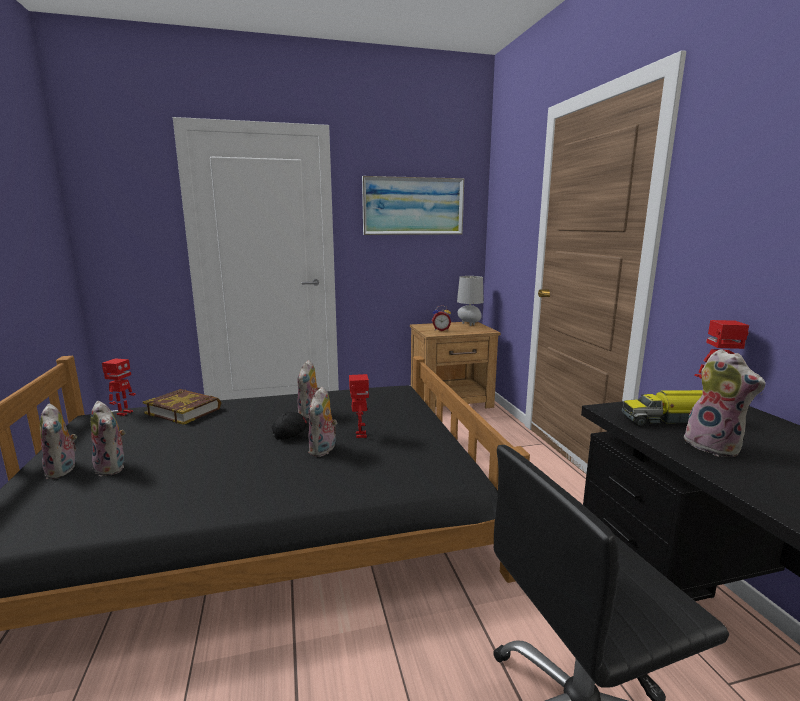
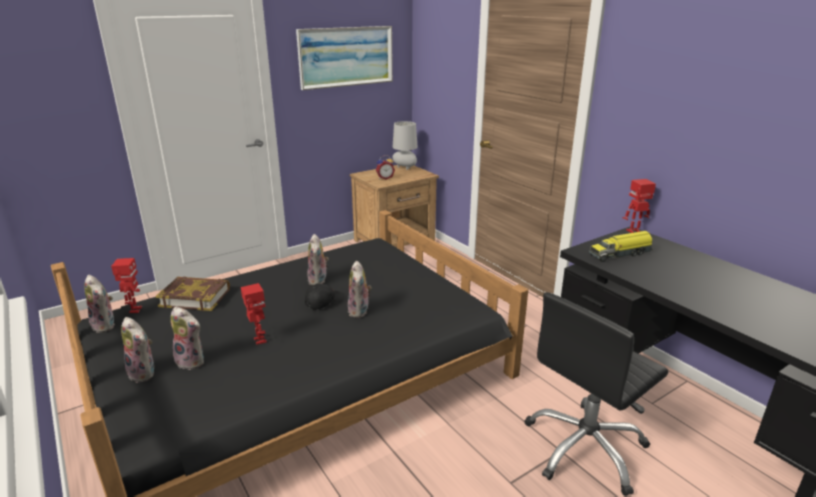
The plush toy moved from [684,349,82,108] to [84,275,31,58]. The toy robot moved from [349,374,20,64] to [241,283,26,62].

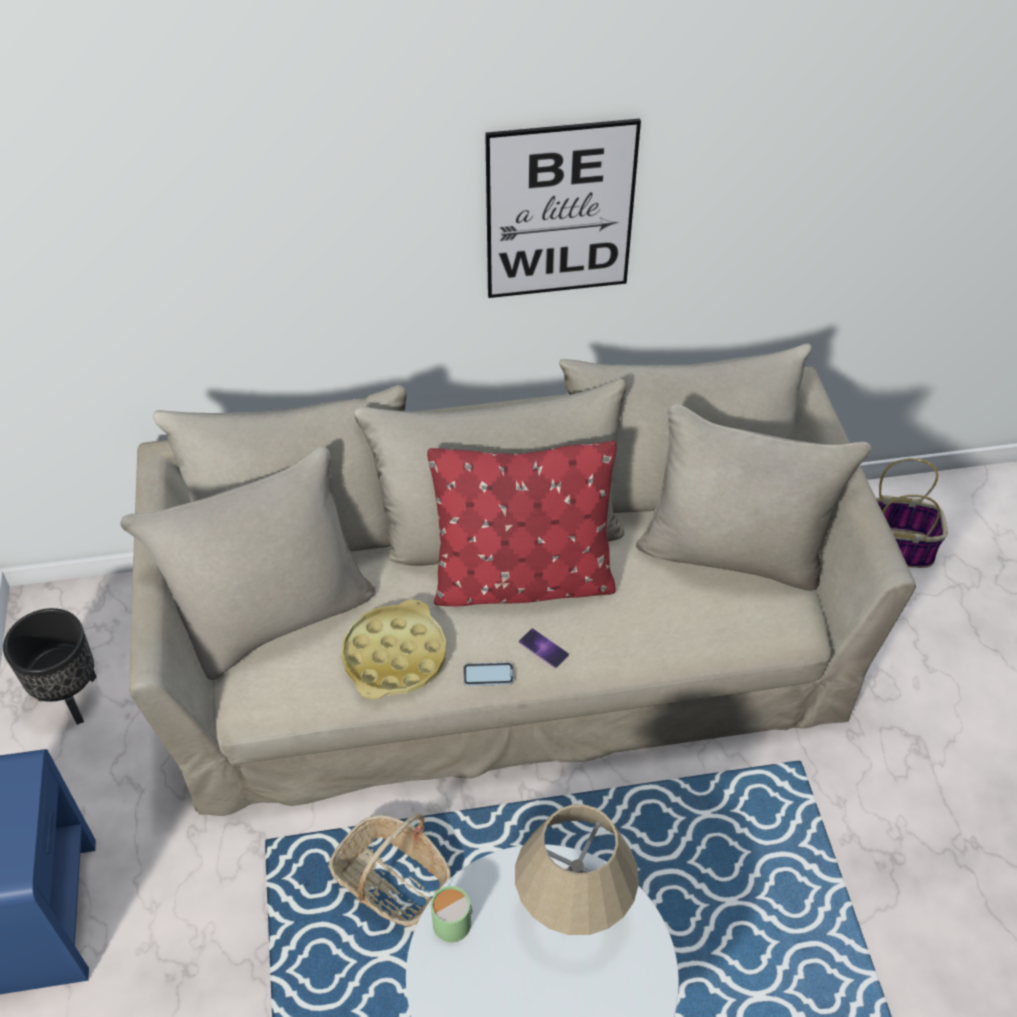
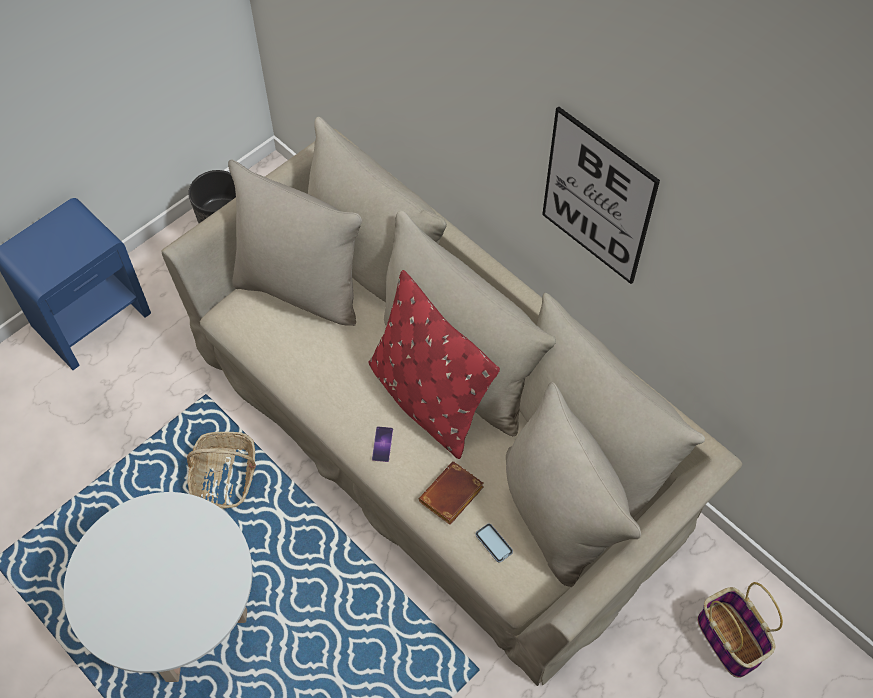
The brown book at [419,461,65,64] appeared. The phone moved from [463,662,51,24] to [475,523,38,40]. The yellow tray at [341,599,105,101] disappeared. The green mug at [431,886,41,56] disappeared. The beige table lamp at [515,805,124,130] disappeared.

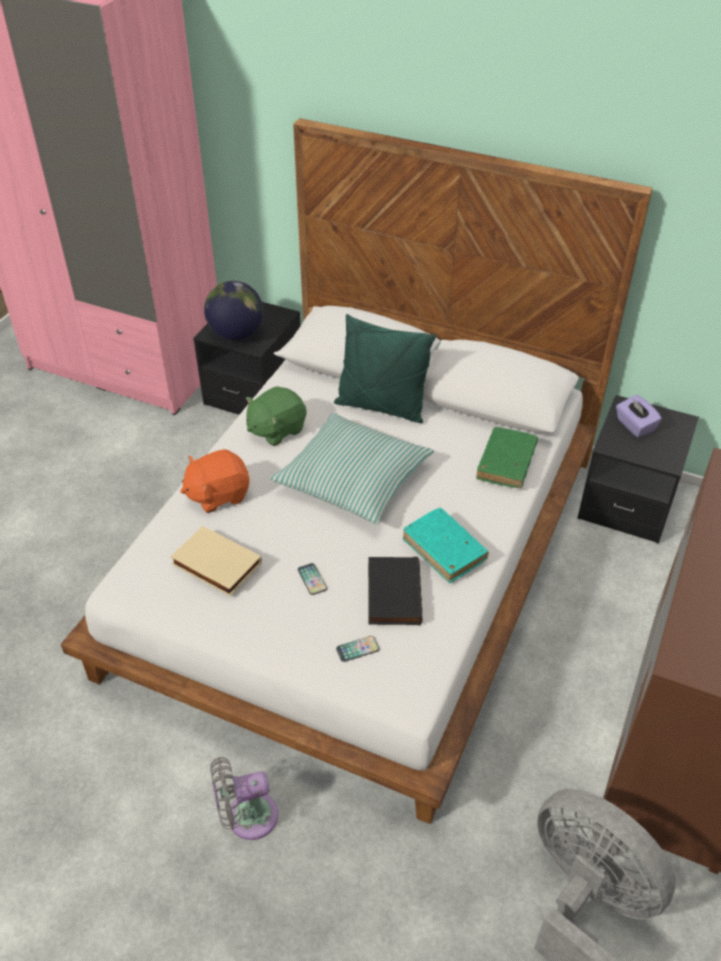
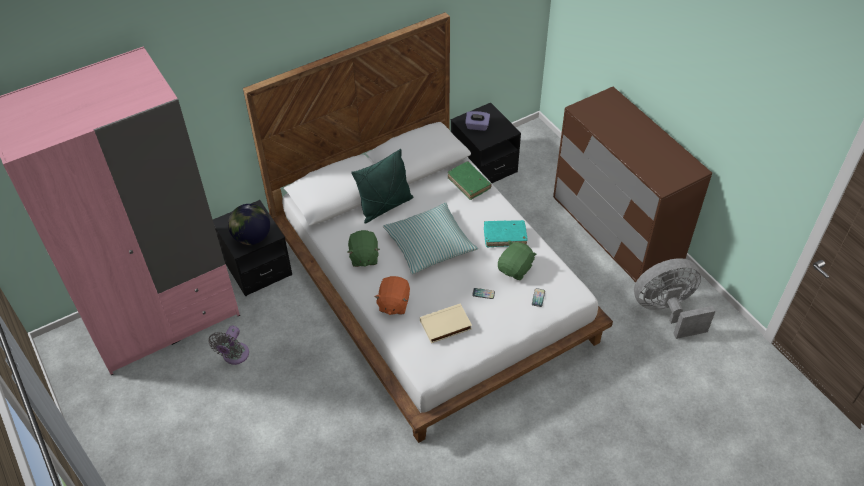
The grey fan moved from [210,757,68,83] to [208,326,41,39]. The black book at [368,557,54,68] was replaced by the green plush toy at [498,240,39,40].

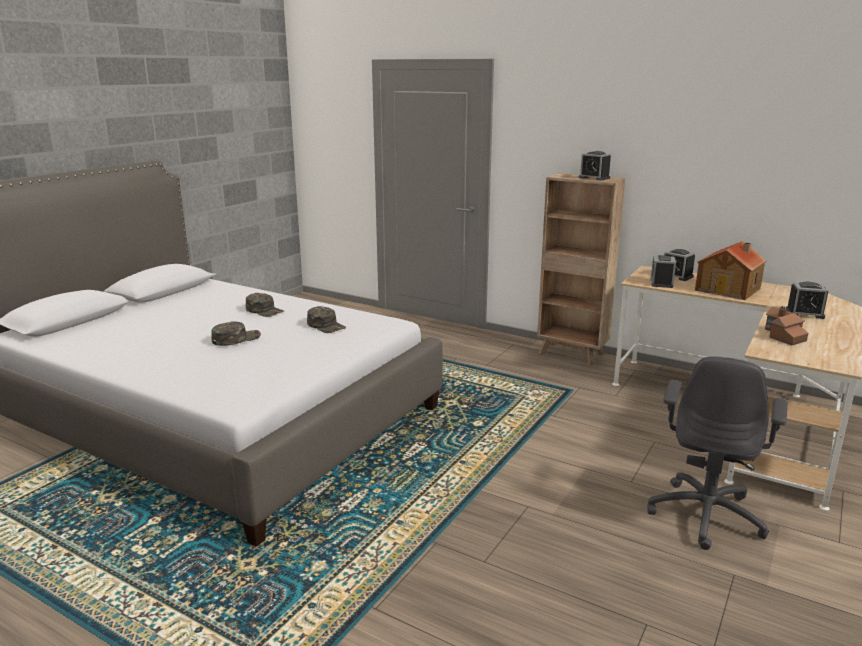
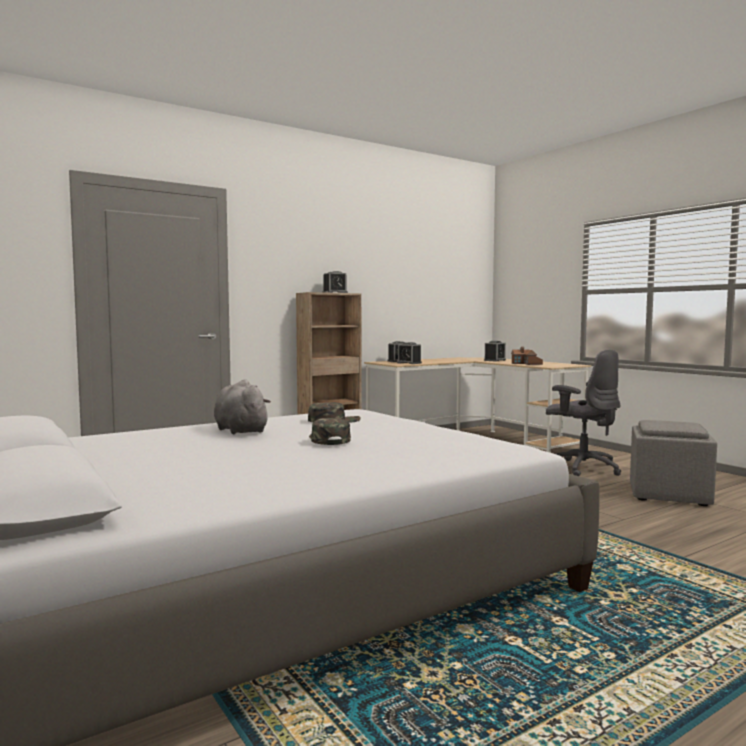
The green cap at [246,293,38,24] was replaced by the grey plush toy at [214,379,57,55]. The grey ottoman at [630,420,87,86] appeared. The toy house at [695,241,72,59] disappeared.

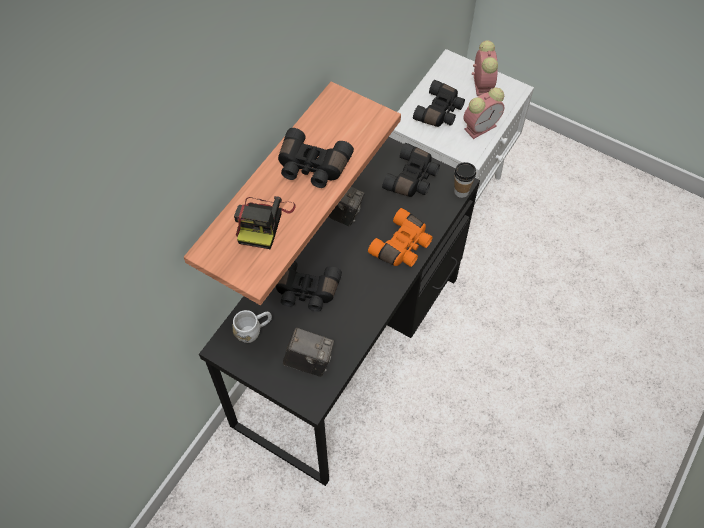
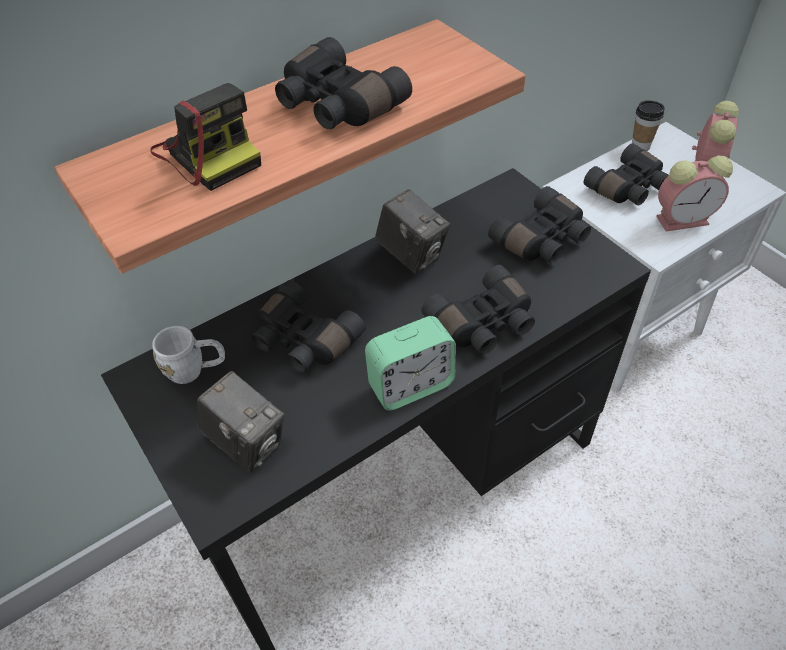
The photo camera at [234,196,62,53] turned 75 degrees counterclockwise. The alarm clock at [365,316,91,95] appeared. The orange binoculars at [368,208,65,59] became the black binoculars at [422,265,113,90]. The cup moved from [454,162,22,36] to [632,100,33,51].

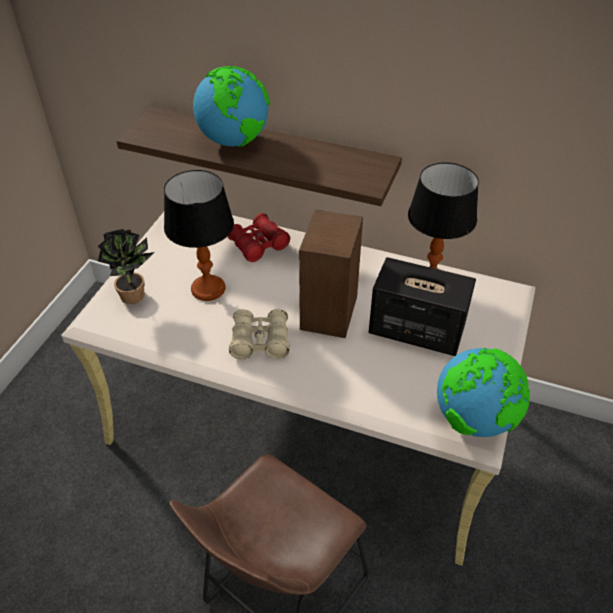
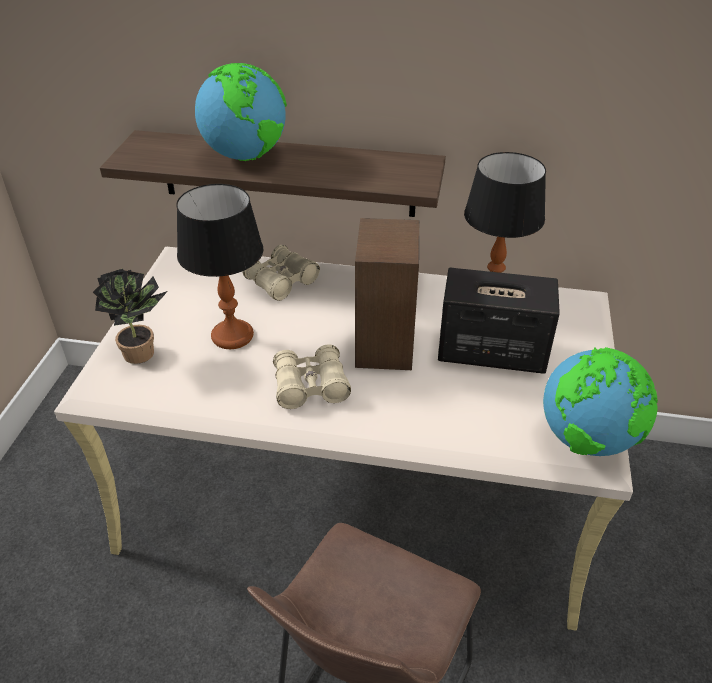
The red binoculars at [227,213,63,49] became the beige binoculars at [243,245,77,56].

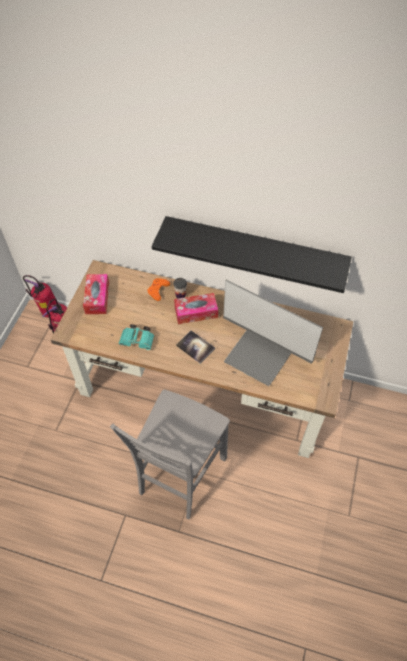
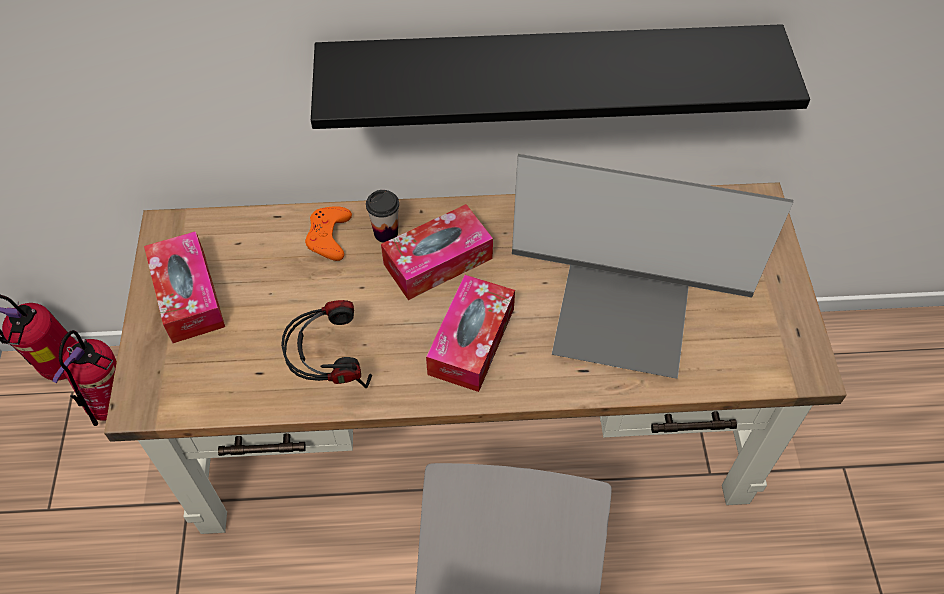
The turquoise binoculars at [119,324,35,26] was replaced by the headphones at [281,300,91,88]. The book at [176,330,39,34] was replaced by the tissue box at [426,275,89,117].

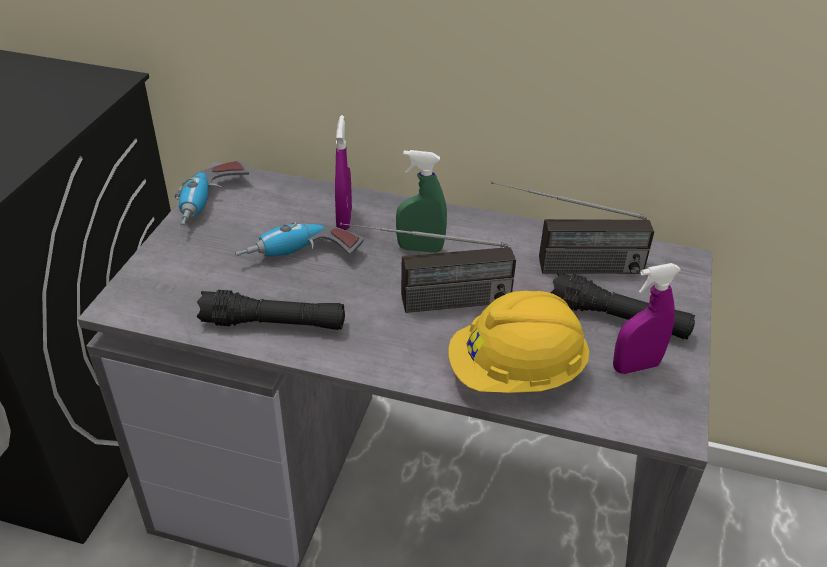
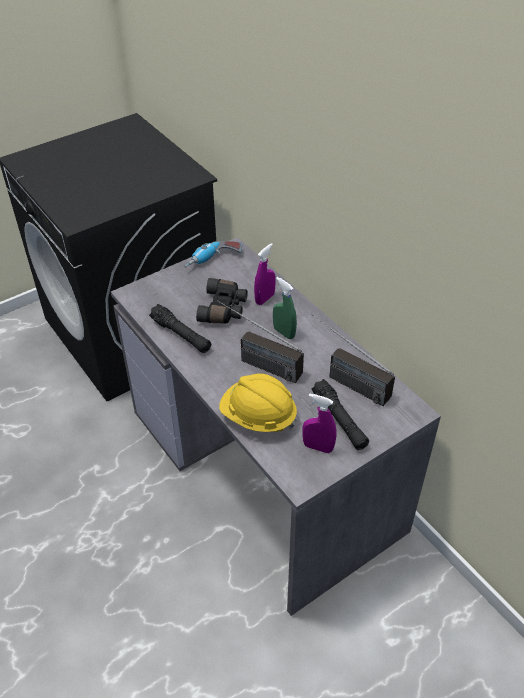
The power drill at [235,222,129,35] was replaced by the black binoculars at [196,278,52,46].

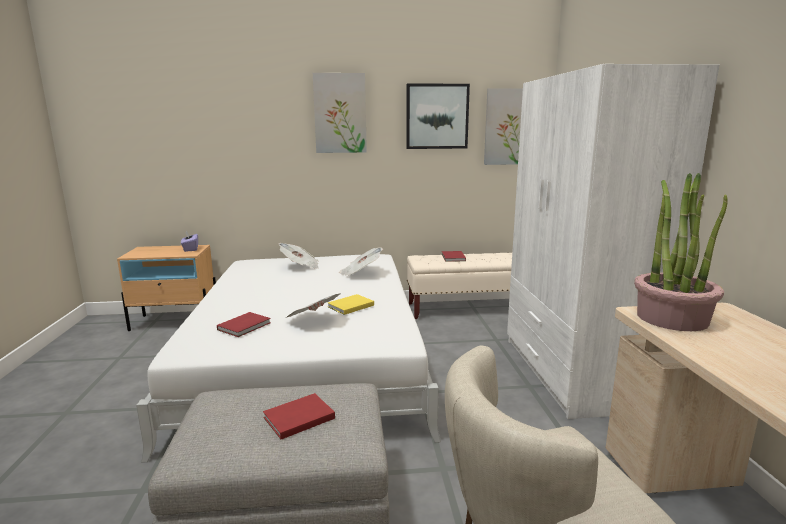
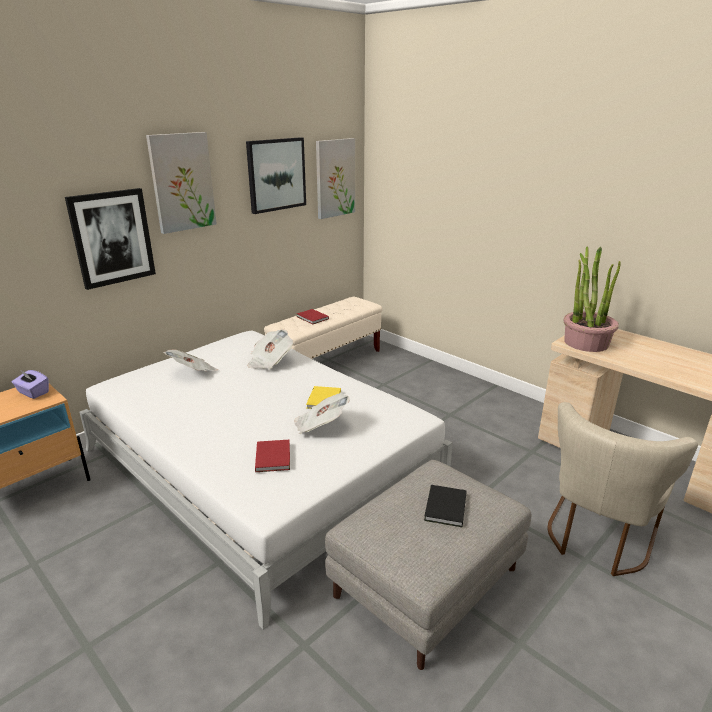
The picture at [65,188,91,102] appeared. The red book at [263,393,72,46] became the black book at [424,485,43,42]. The white wardrobe at [507,64,212,355] disappeared.

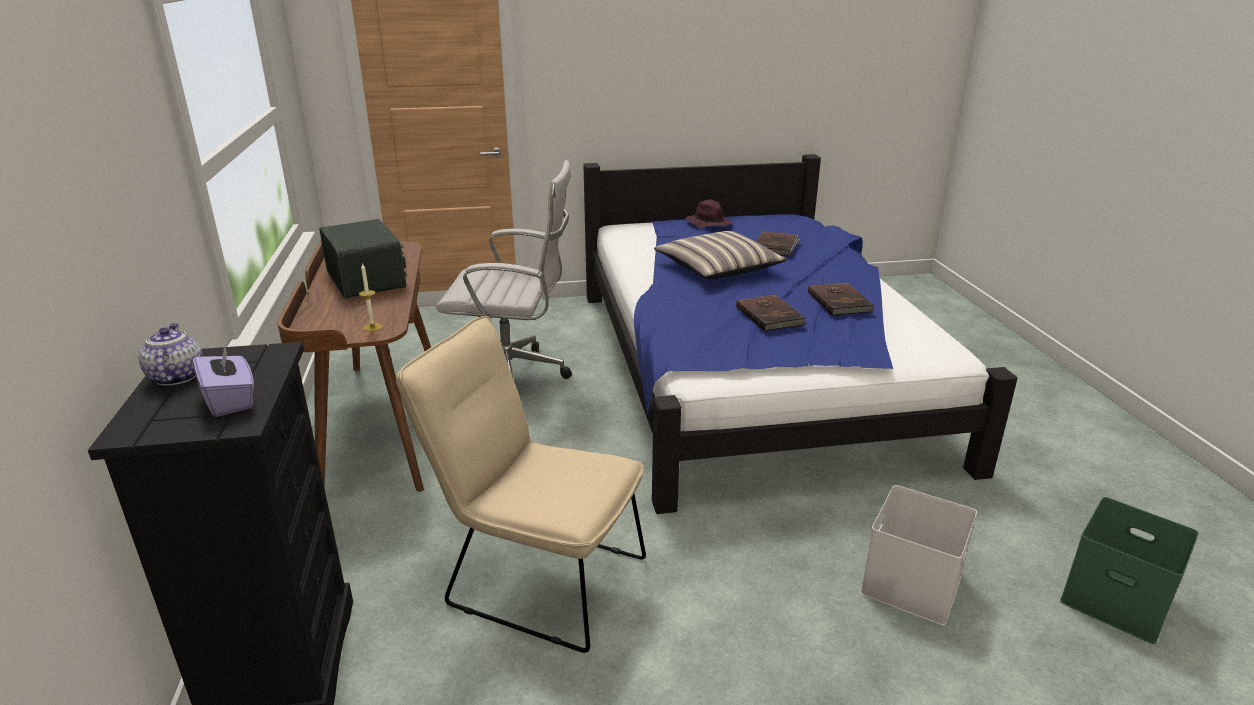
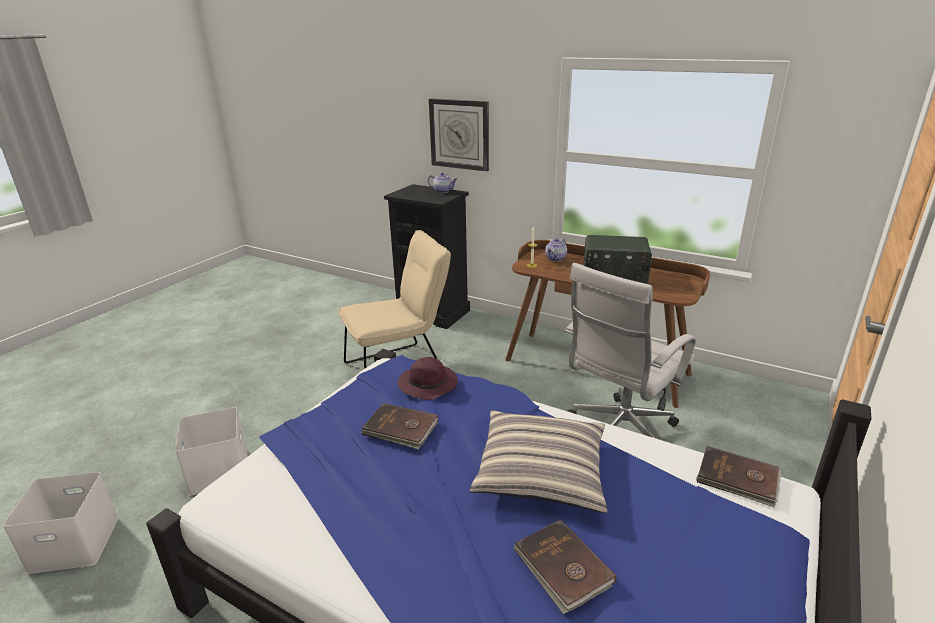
The green storage box at [1060,497,139,147] became the white storage box at [2,472,116,102]. The purple hat moved from [685,199,47,29] to [398,357,60,43]. The wall clock at [429,99,60,72] appeared. The teapot at [545,238,22,23] appeared. The brown book moved from [808,283,66,33] to [696,446,85,62]. The purple tissue box at [193,346,61,71] disappeared.

